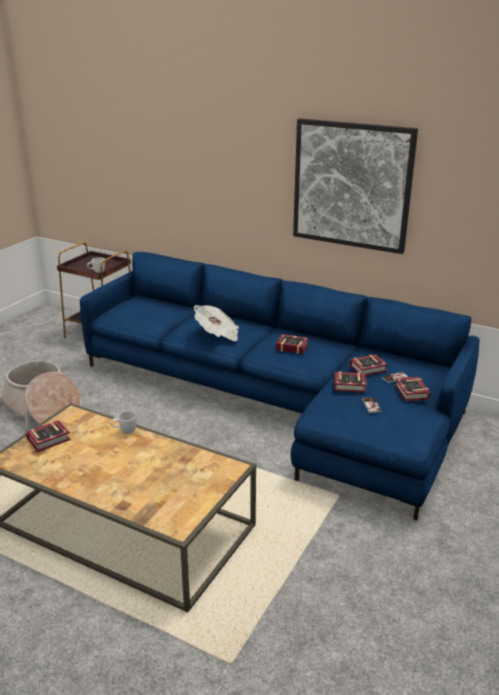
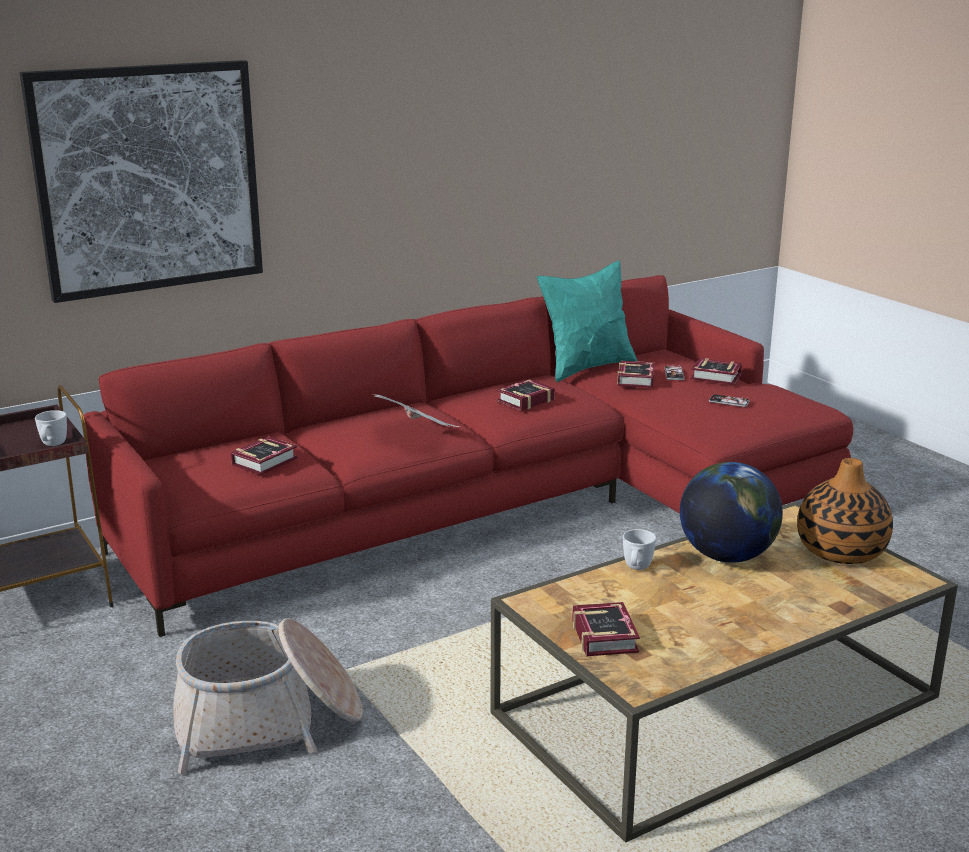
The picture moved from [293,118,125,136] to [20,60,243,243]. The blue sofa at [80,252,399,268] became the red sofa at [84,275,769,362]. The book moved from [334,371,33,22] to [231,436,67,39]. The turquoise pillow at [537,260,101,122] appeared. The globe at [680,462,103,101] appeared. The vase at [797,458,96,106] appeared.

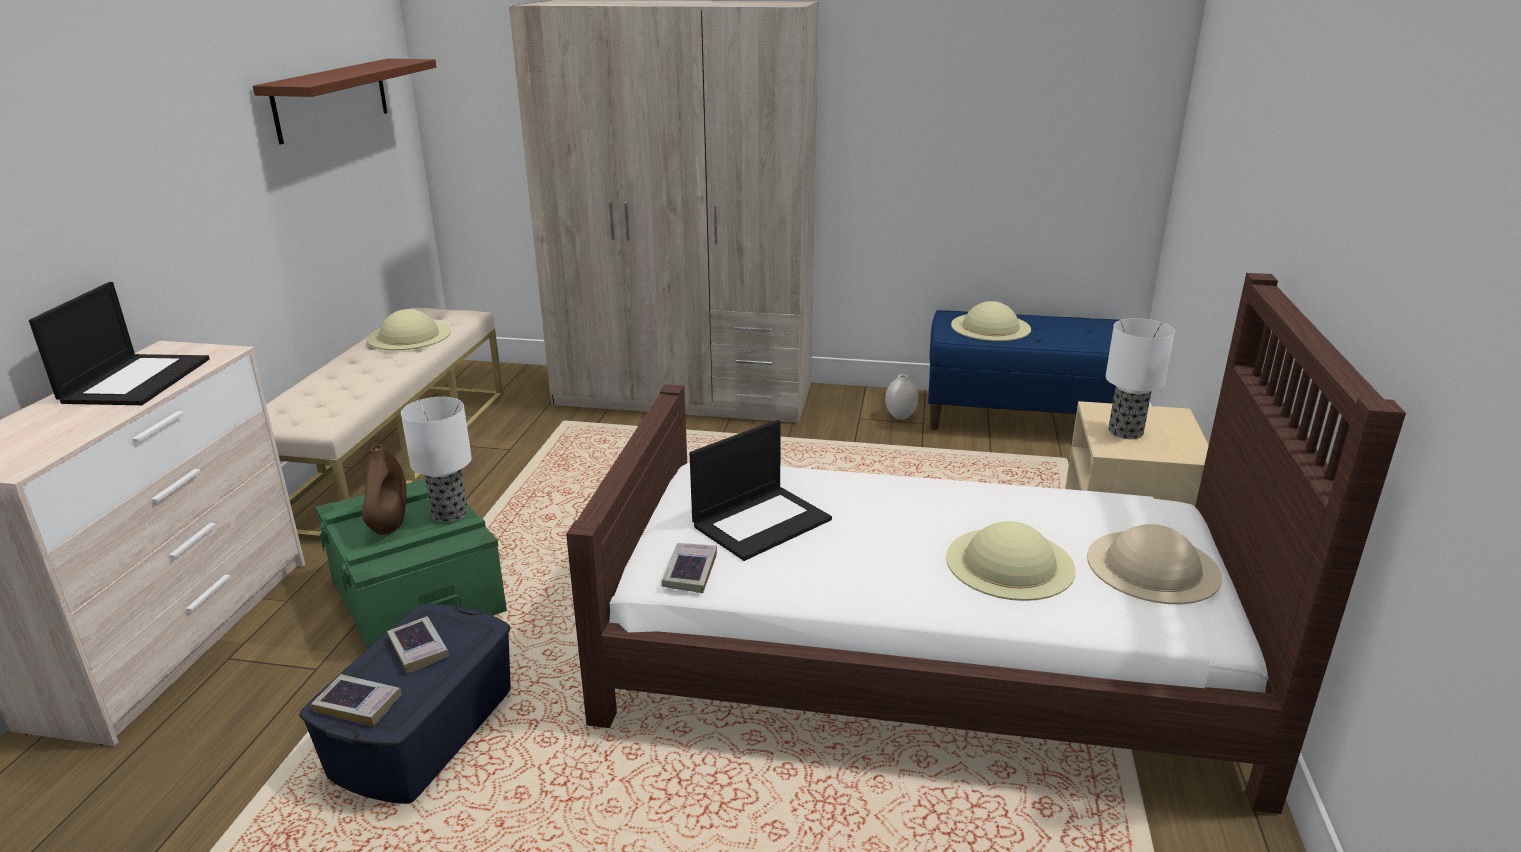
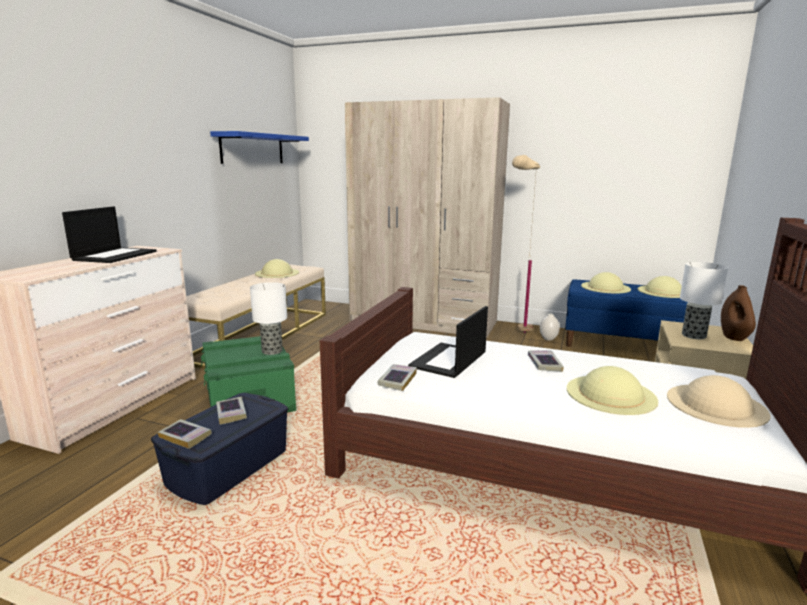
The brown shelf at [253,59,183,85] became the blue shelf at [210,131,99,33]. The laptop at [690,420,142,141] turned 150 degrees clockwise. The beige floor lamp at [512,155,28,178] appeared. The book at [528,350,36,22] appeared. The beige hat at [638,276,44,22] appeared. The brown vase moved from [362,444,45,91] to [721,285,35,56].

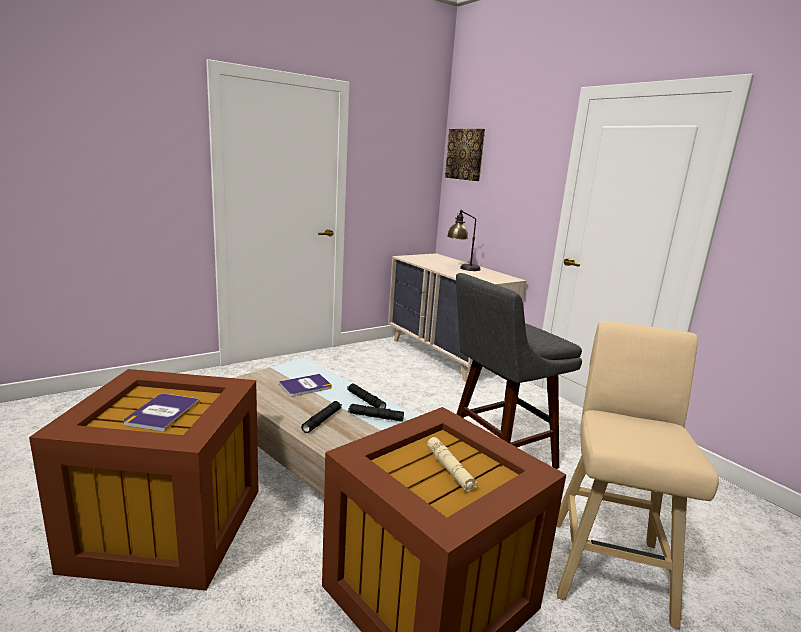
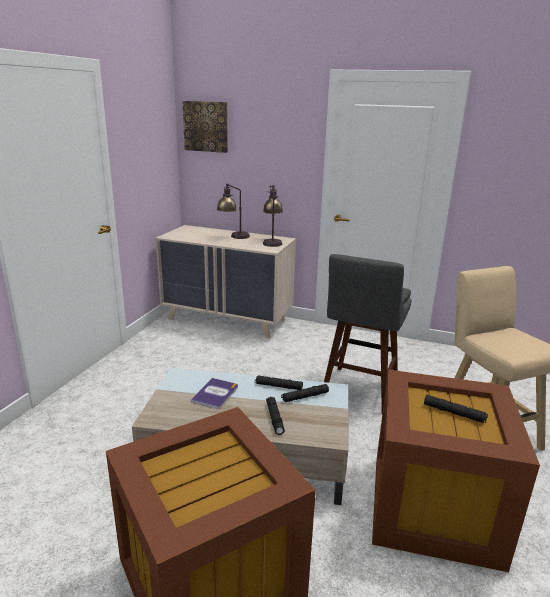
The table lamp at [263,185,20,62] appeared. The beige flashlight at [427,437,51,54] became the black flashlight at [424,395,64,28]. The book at [123,394,77,38] disappeared.

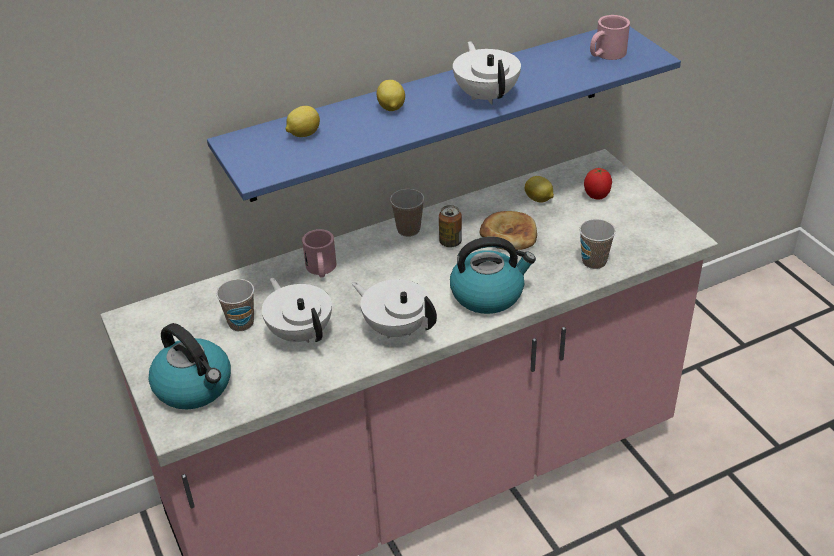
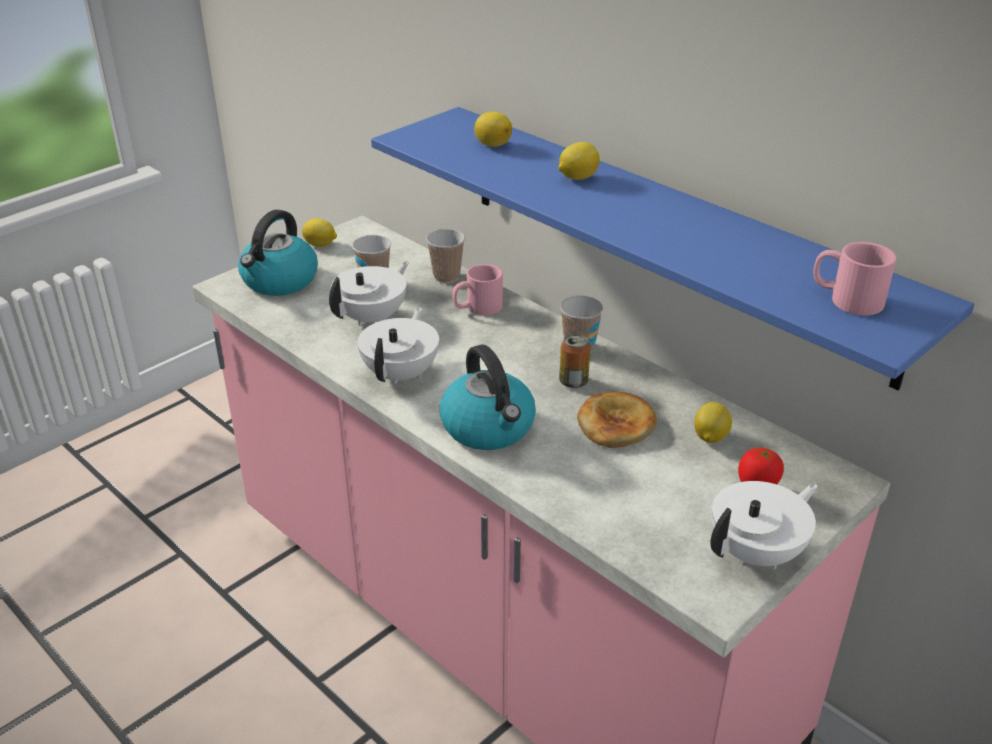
The lemon at [302,218,35,29] appeared. The cup moved from [579,219,37,50] to [426,229,39,54]. The white teapot moved from [453,41,68,63] to [710,481,108,88].

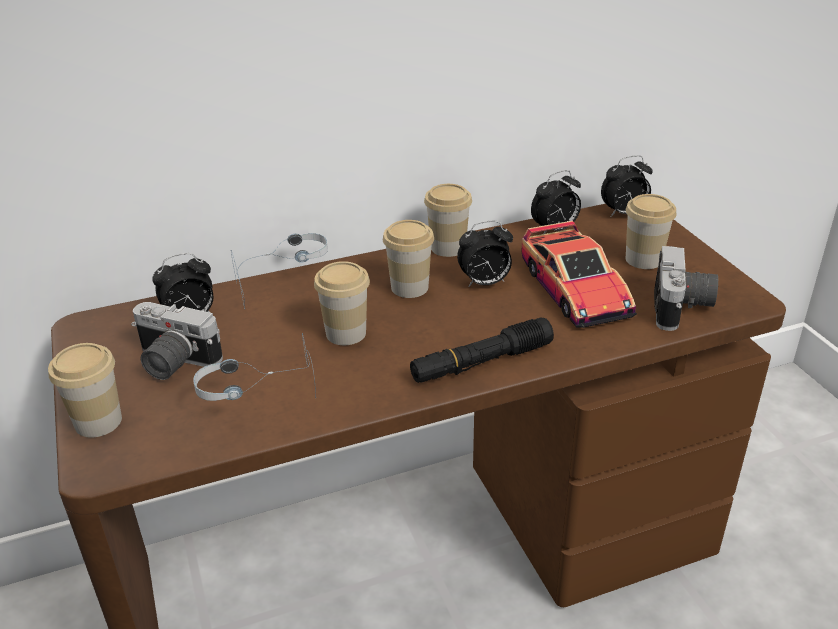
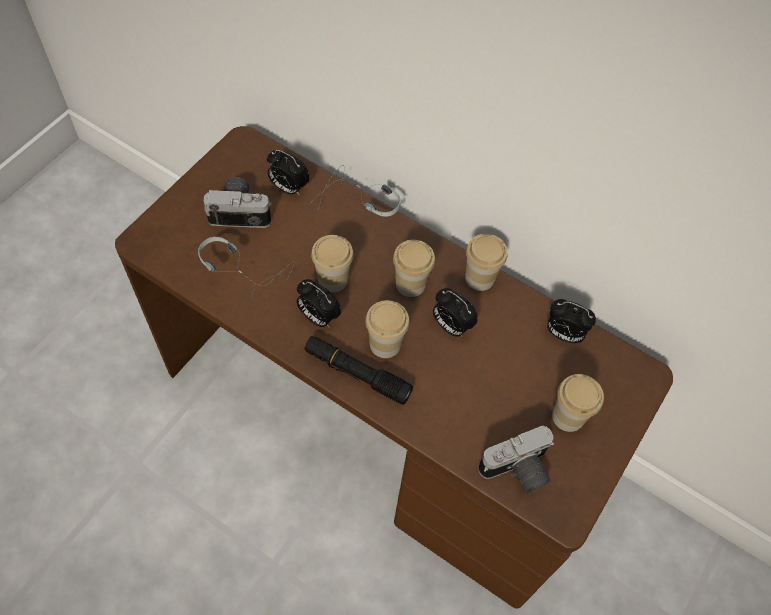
The photo camera at [131,302,92,78] turned 105 degrees clockwise. The alarm clock moved from [601,155,52,62] to [296,279,46,48]. The cup moved from [48,343,74,95] to [365,300,45,58]. The toy car at [522,221,115,107] disappeared.

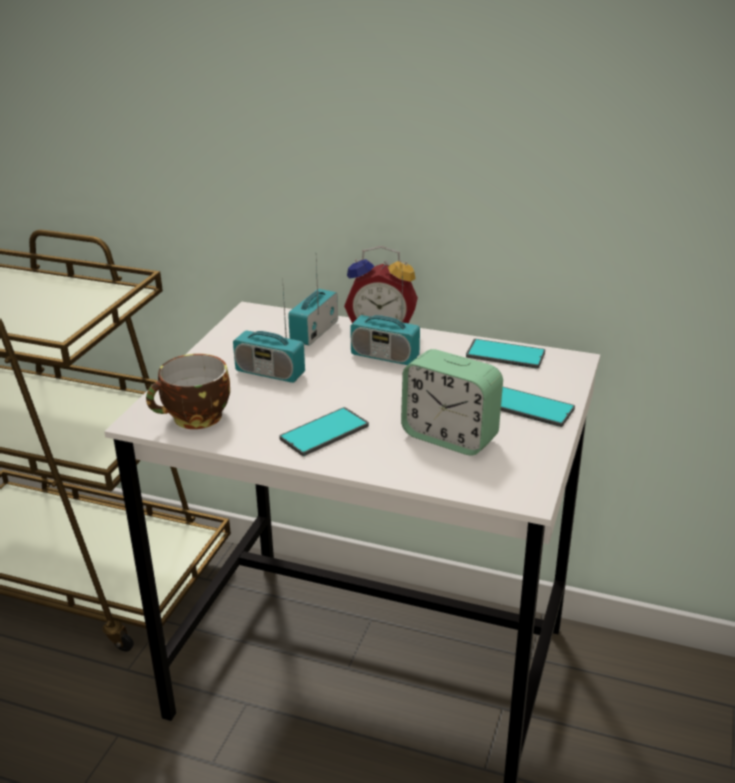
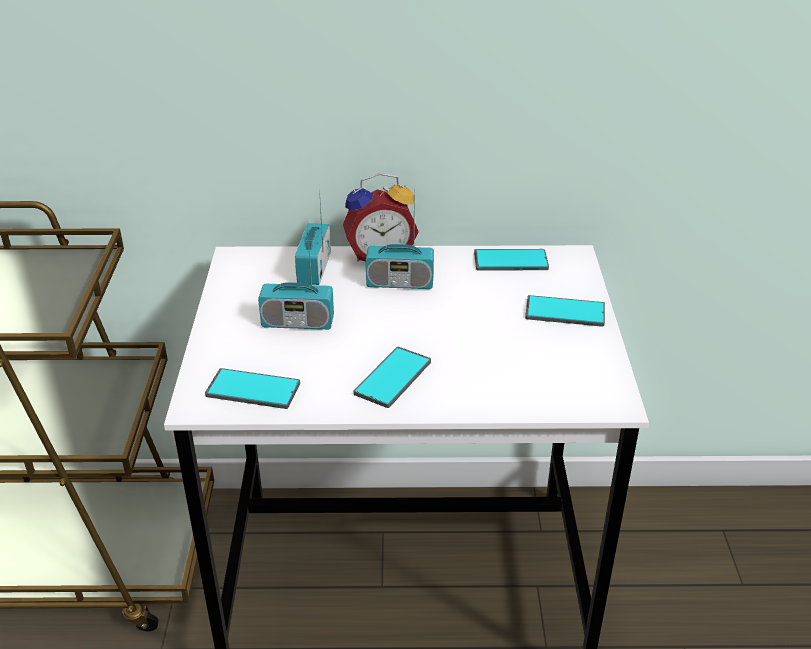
The cup at [146,354,84,75] was replaced by the phone at [205,368,95,41]. The alarm clock at [401,349,102,107] disappeared.

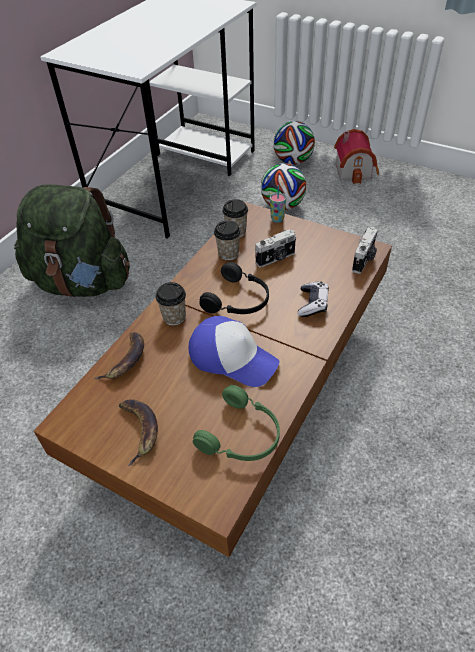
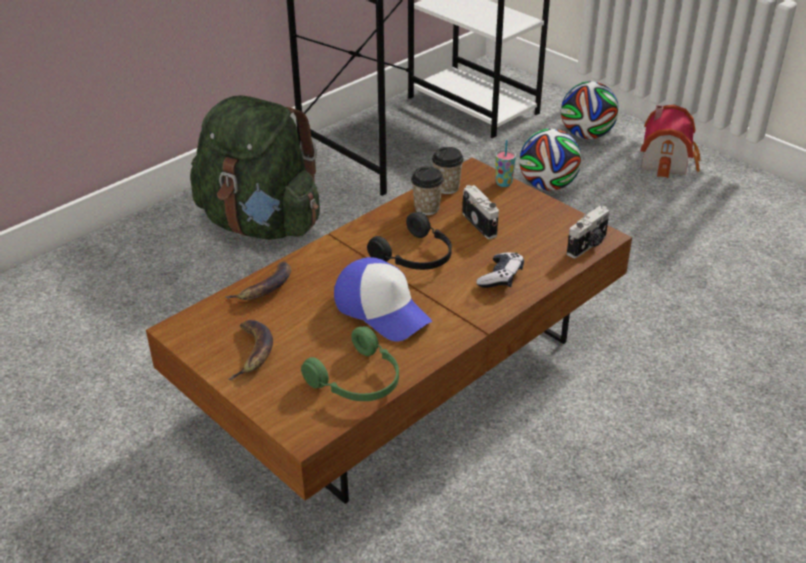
The photo camera at [255,229,41,38] turned 105 degrees counterclockwise. The cup at [155,282,31,43] disappeared.

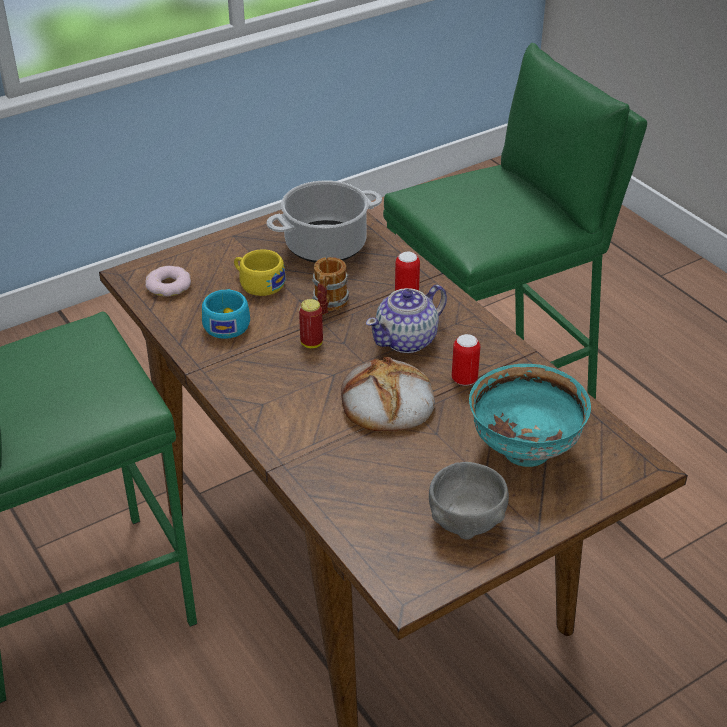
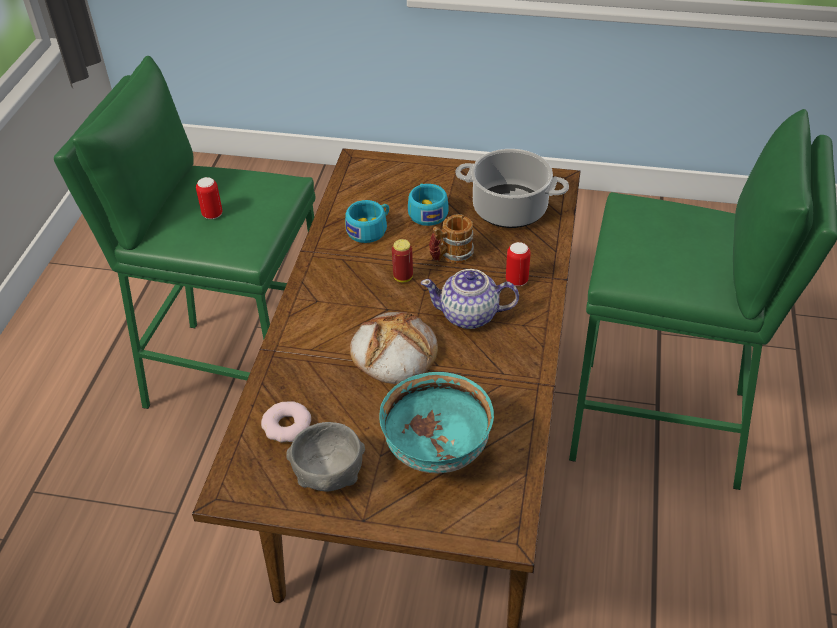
The can moved from [452,334,28,52] to [196,177,26,42]. The donut moved from [145,266,46,31] to [261,401,50,42]. The yellow cup at [234,249,52,47] became the turquoise cup at [408,183,41,43].

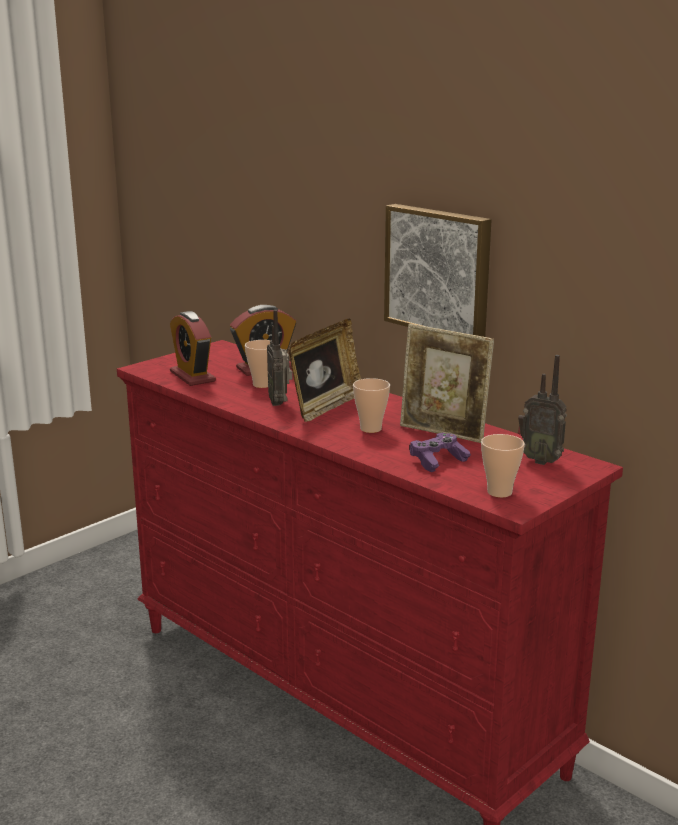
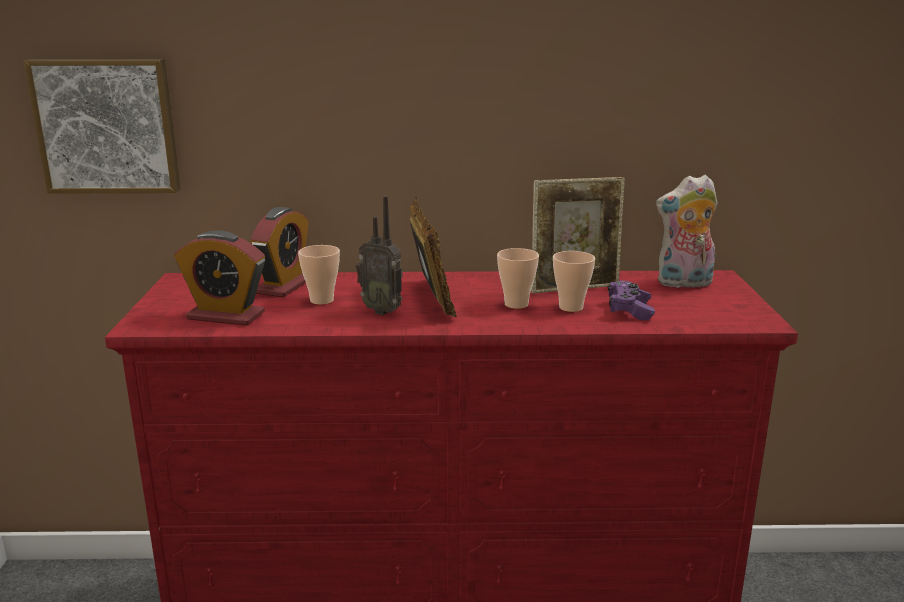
The picture moved from [384,204,108,133] to [24,59,156,135]. The cup moved from [481,434,44,64] to [553,251,42,61]. The radio at [518,355,49,110] was replaced by the plush toy at [656,174,62,114].

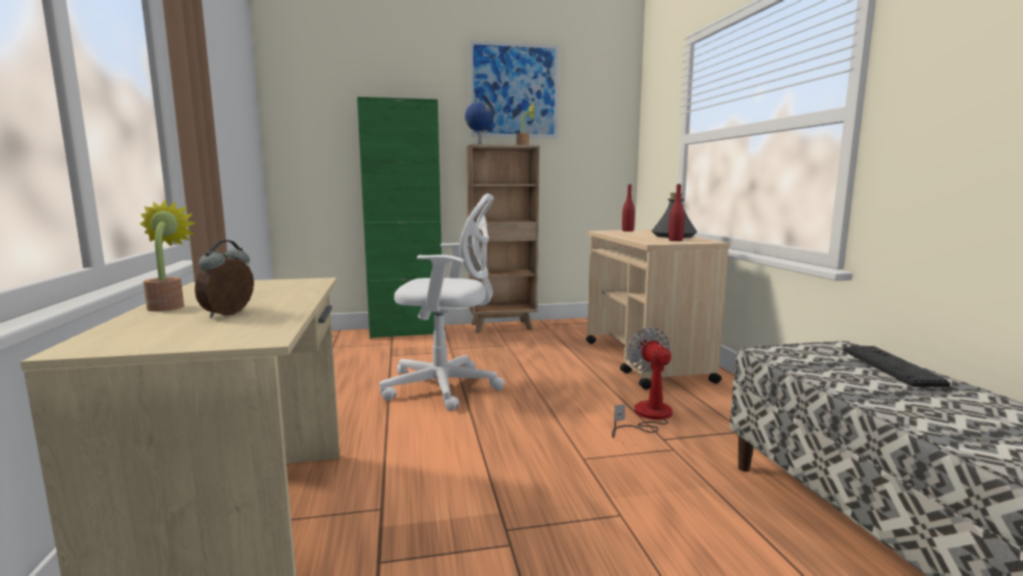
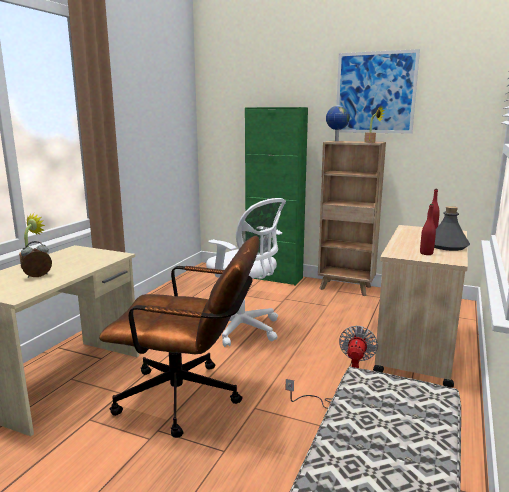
The brown office chair at [99,236,161,202] appeared. The keyboard at [843,346,107,41] disappeared.

